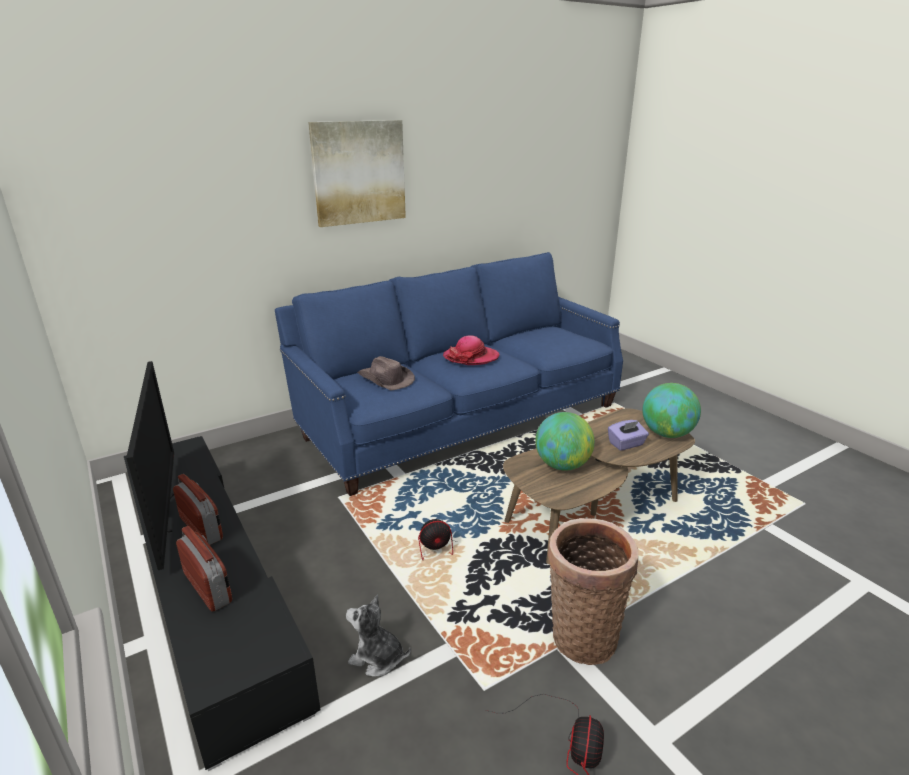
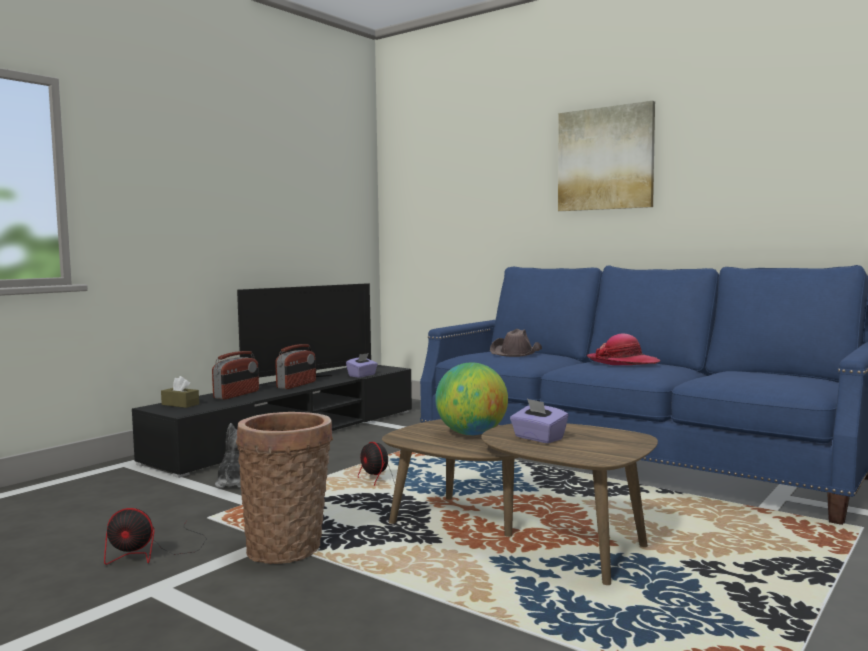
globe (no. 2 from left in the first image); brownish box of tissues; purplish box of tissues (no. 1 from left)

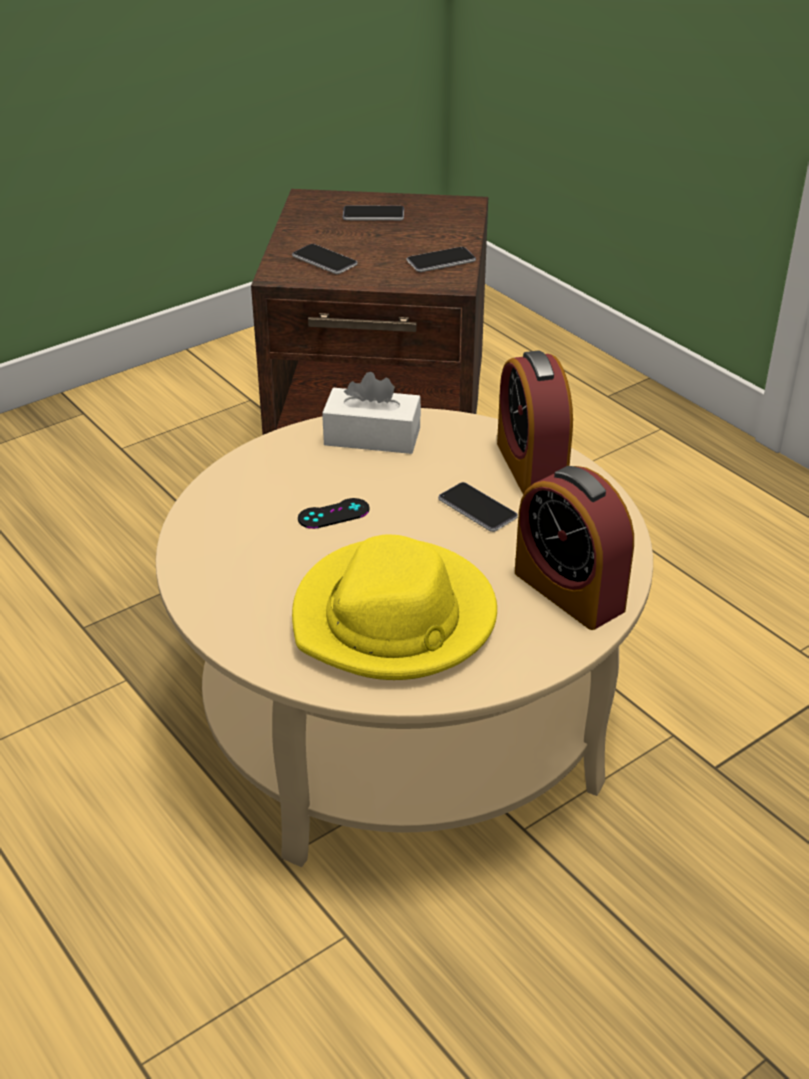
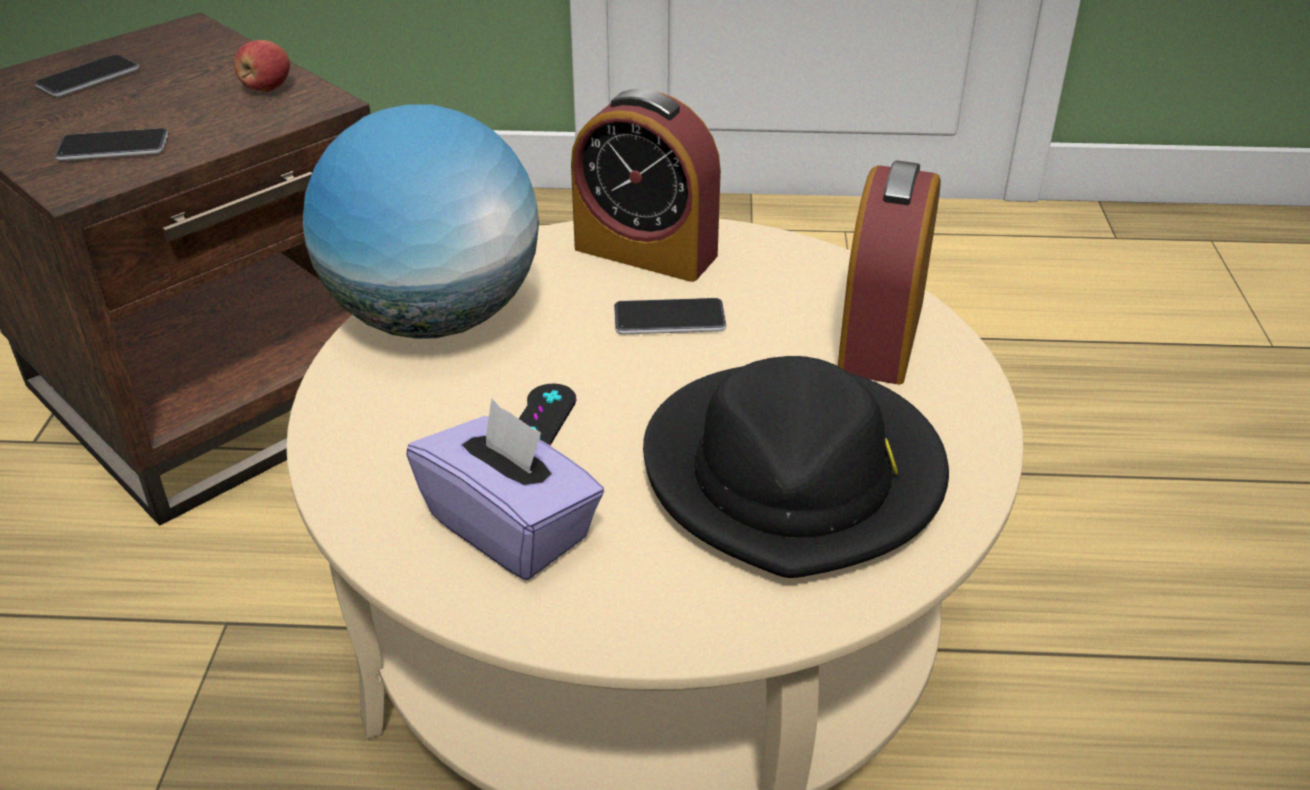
purplish box of tissues; globe; apple fruit; black-coloured hat; alarm clock (no. 2 from left)

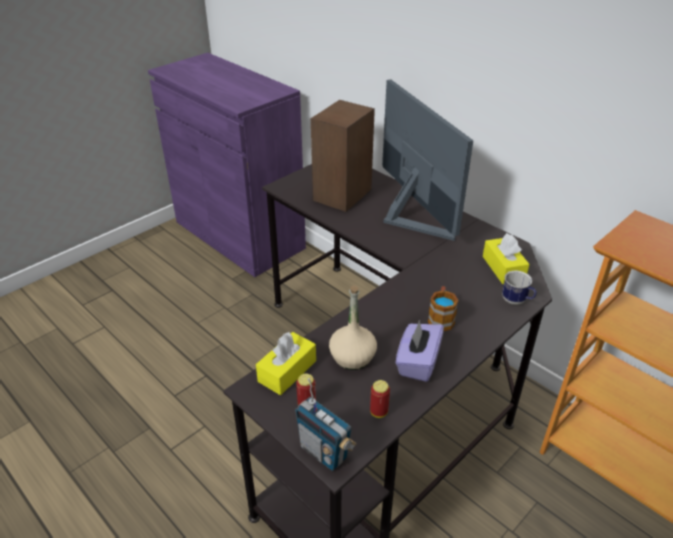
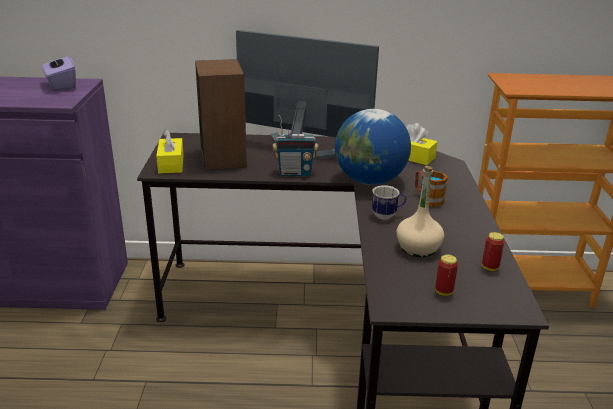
globe; yellow-coloured box of tissues (no. 1 from left); radio receiver; purplish box of tissues; tea mug (no. 1 from left)

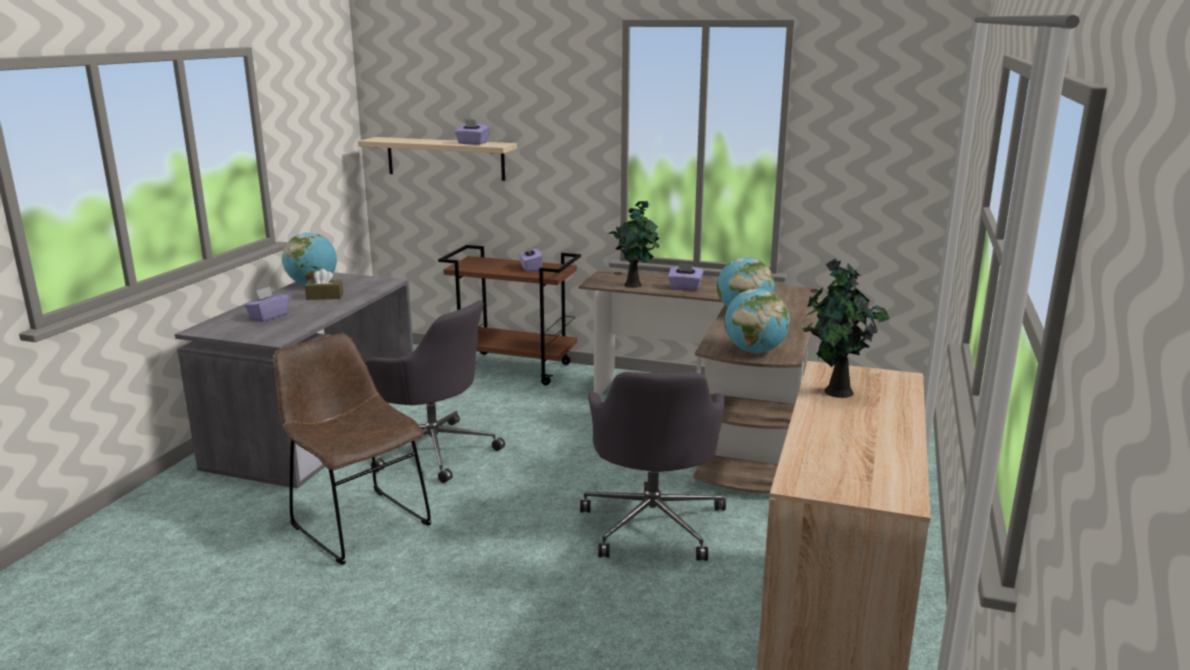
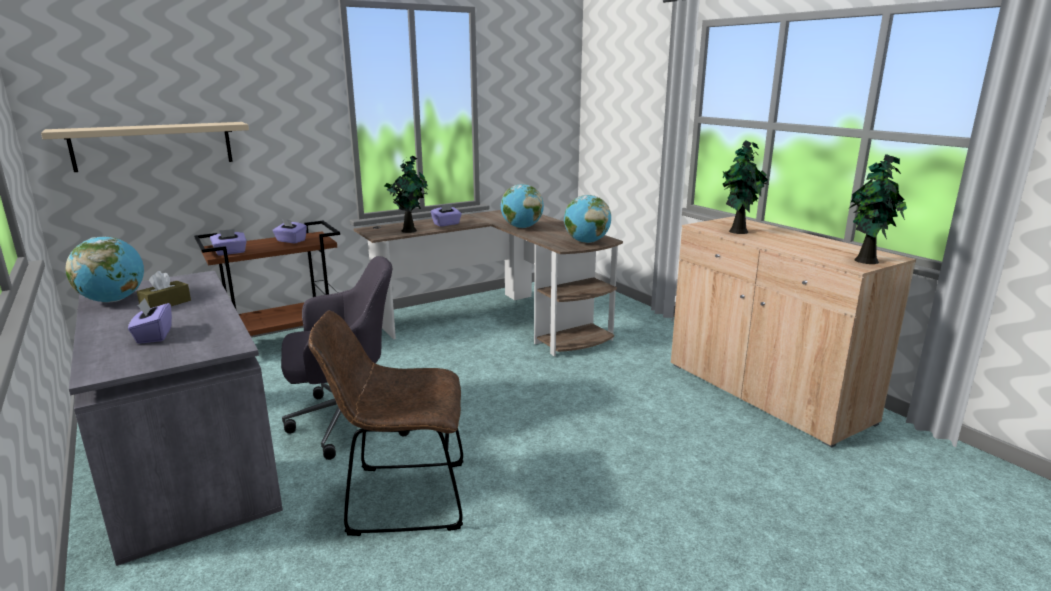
greyish desk chair (no. 2 from left in the first image); houseplant (no. 3 from left); purplish box of tissues (no. 2 from left)

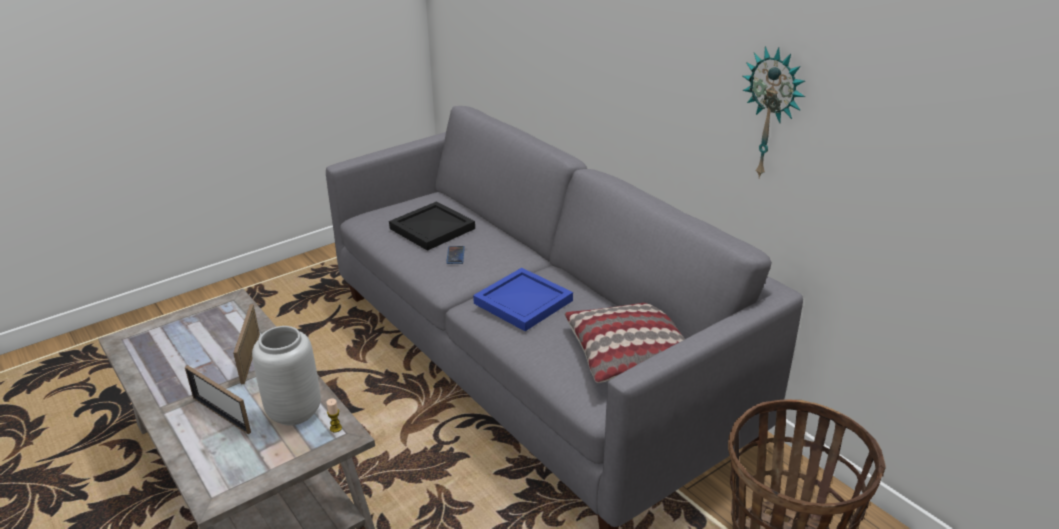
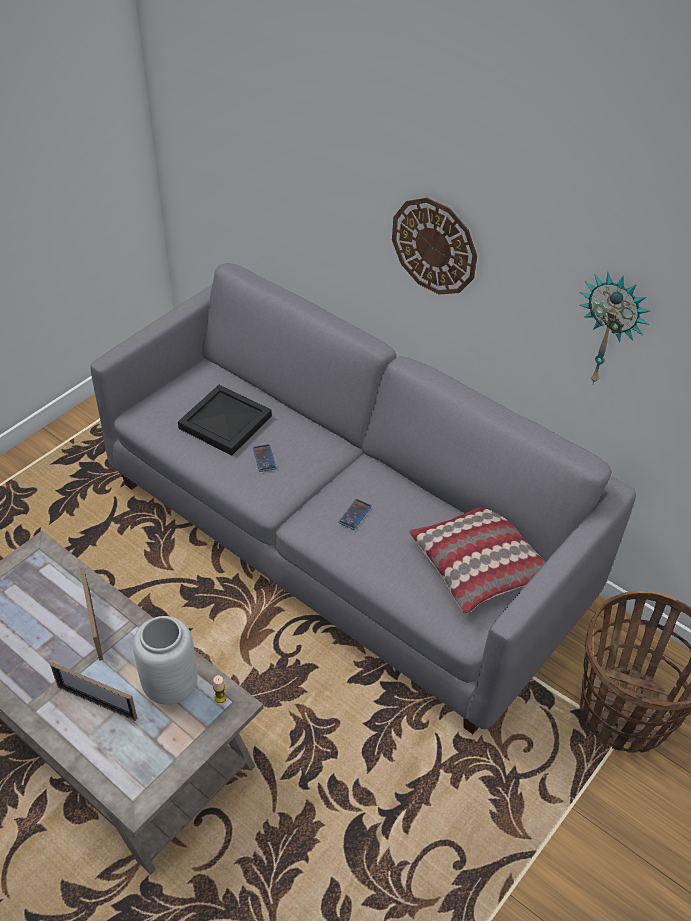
wall clock (no. 1 from left); handset (no. 2 from left)

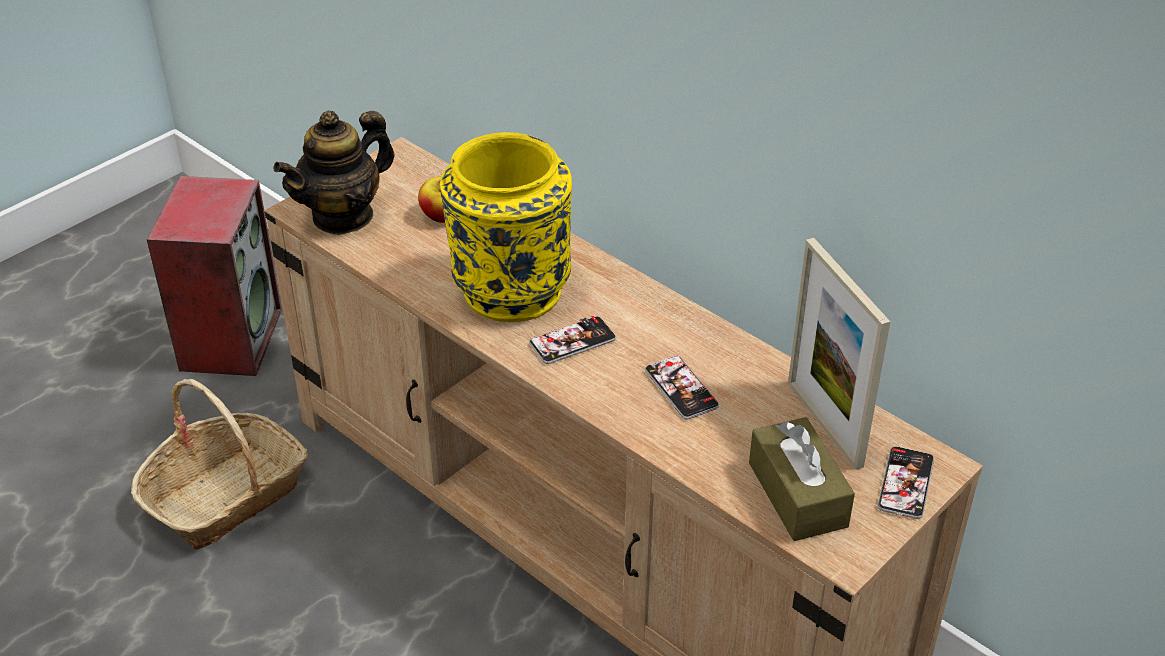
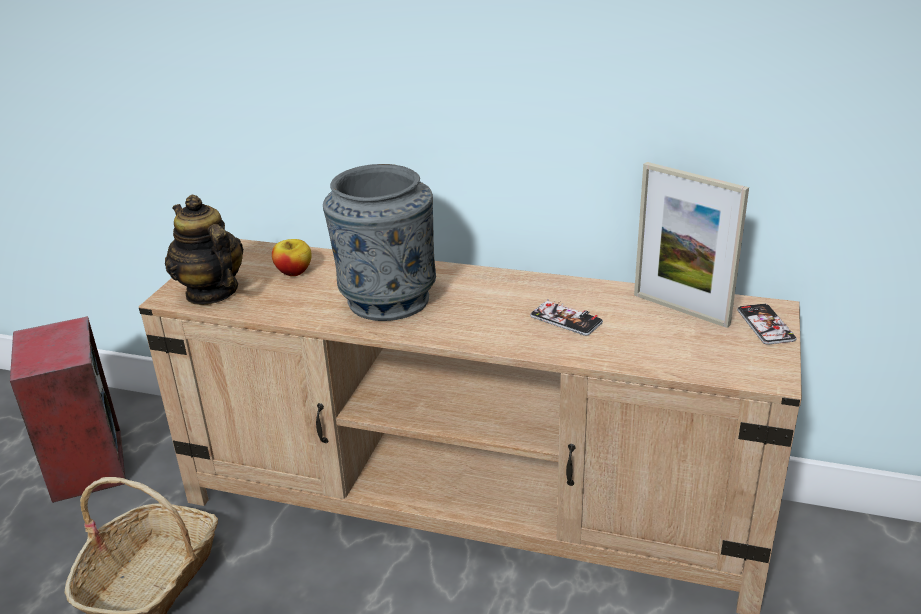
handset (no. 1 from left in the first image); brownish box of tissues; greyish flower vase; tea pot

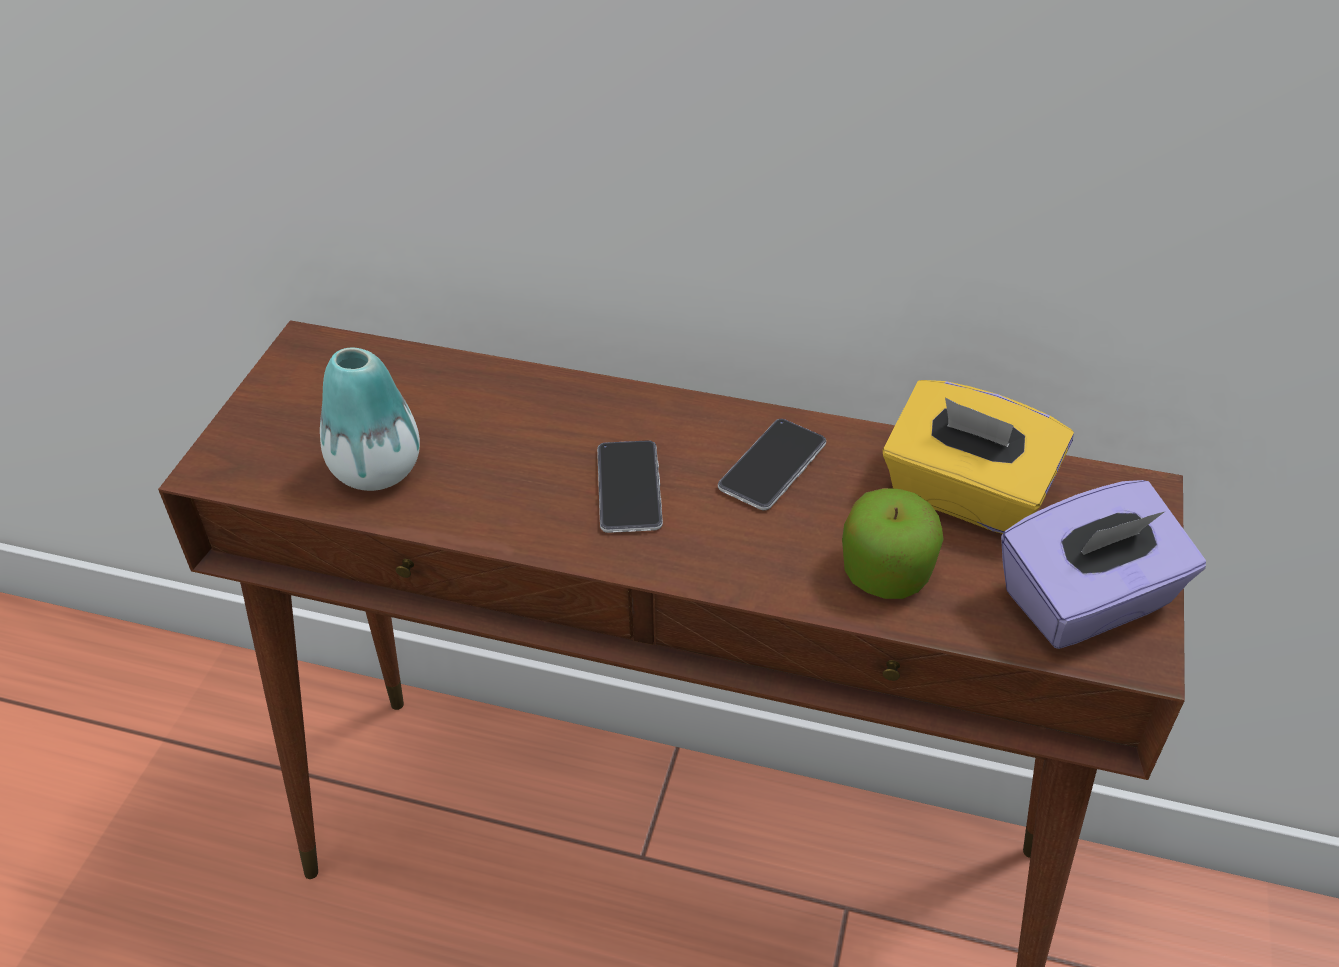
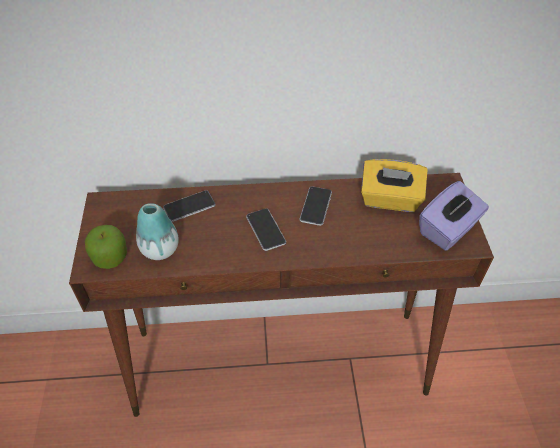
handset (no. 1 from left); apple fruit

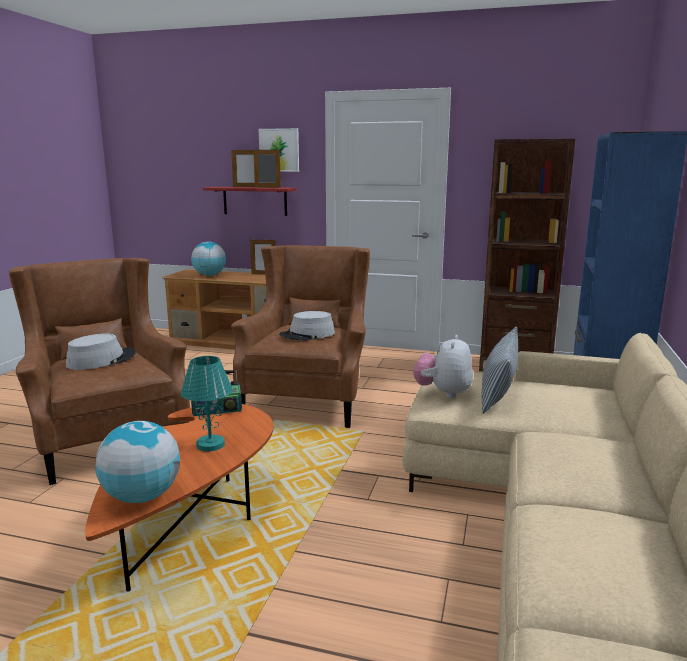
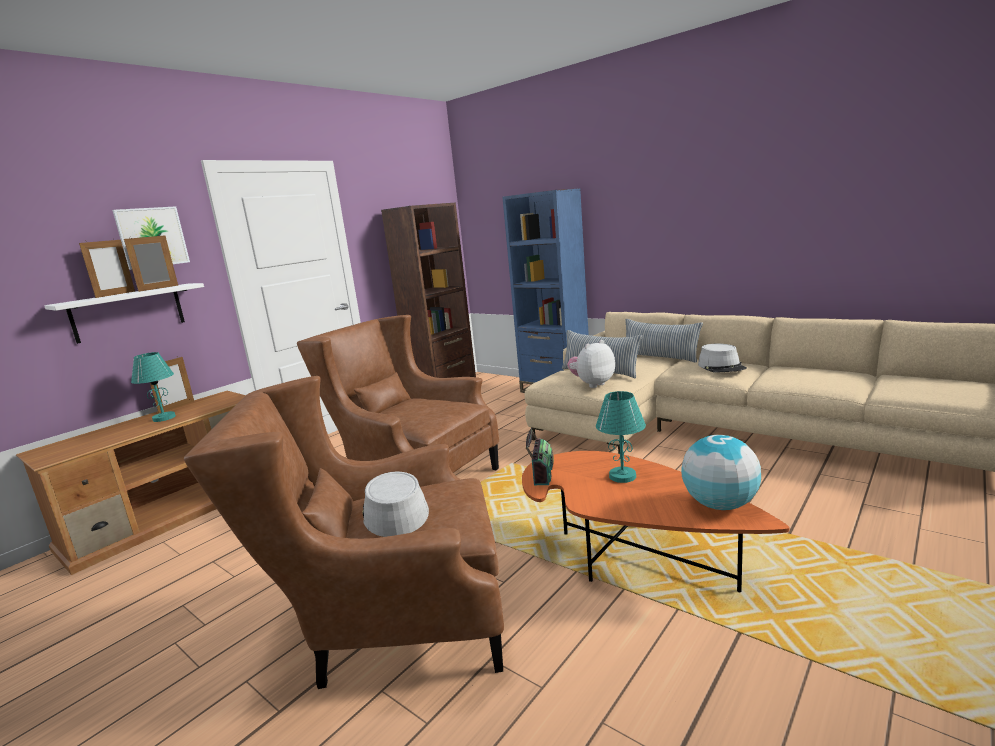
globe (no. 2 from left in the first image); turquoise-coloured table lamp (no. 1 from left); cushion (no. 2 from left); greyish hat (no. 2 from left); white-coloured wall shelf; plush toy

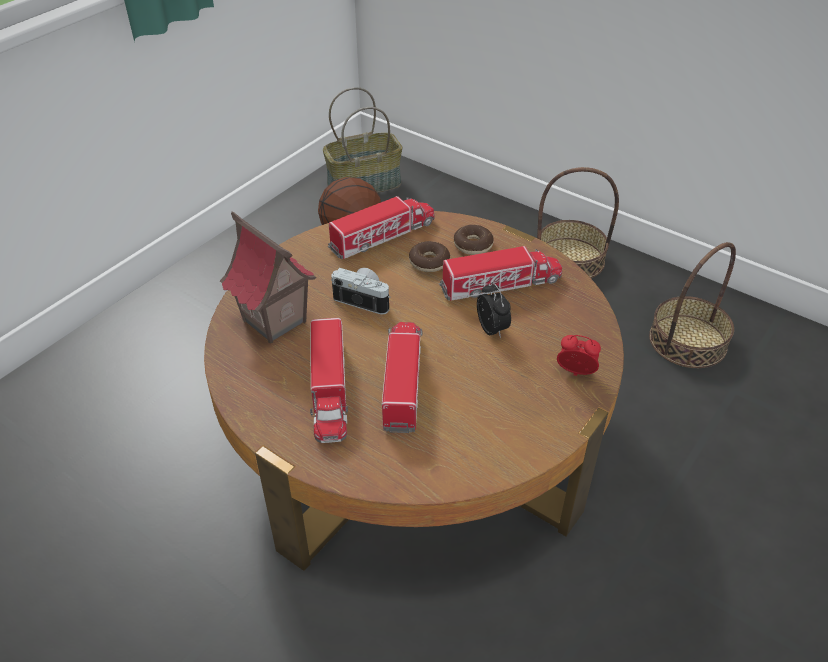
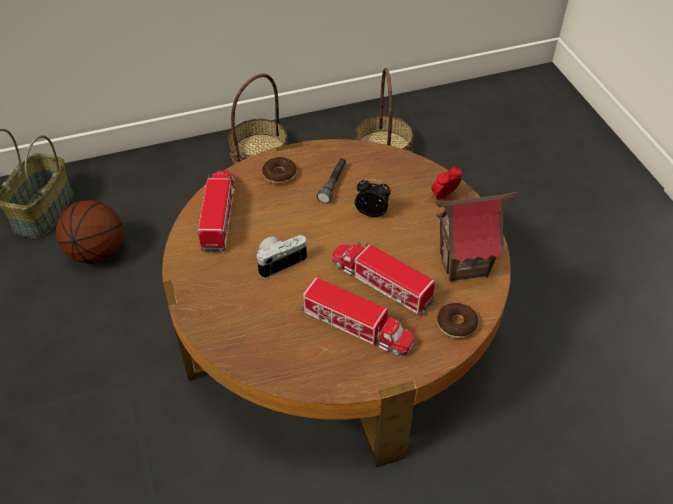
miniature house; doughnut (no. 2 from left); greyish hand torch

